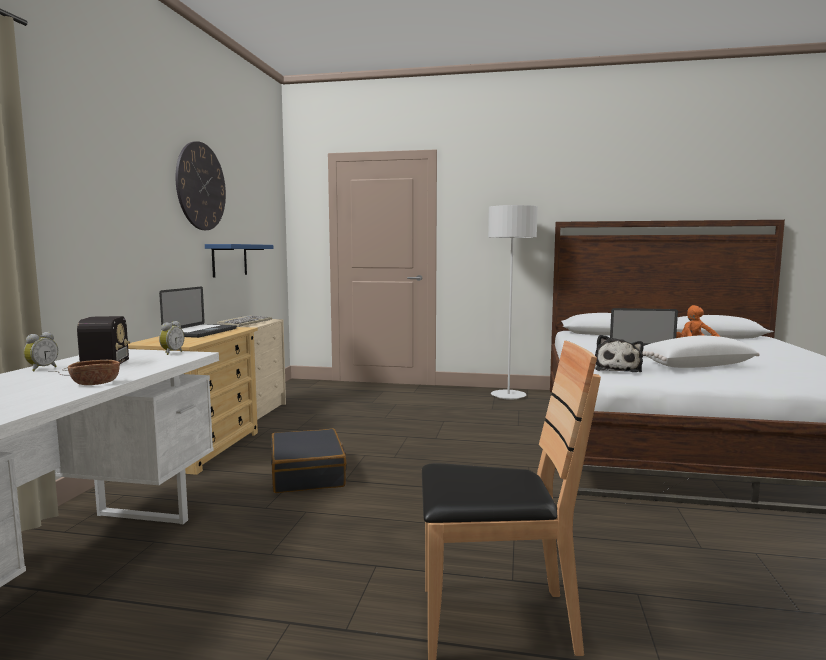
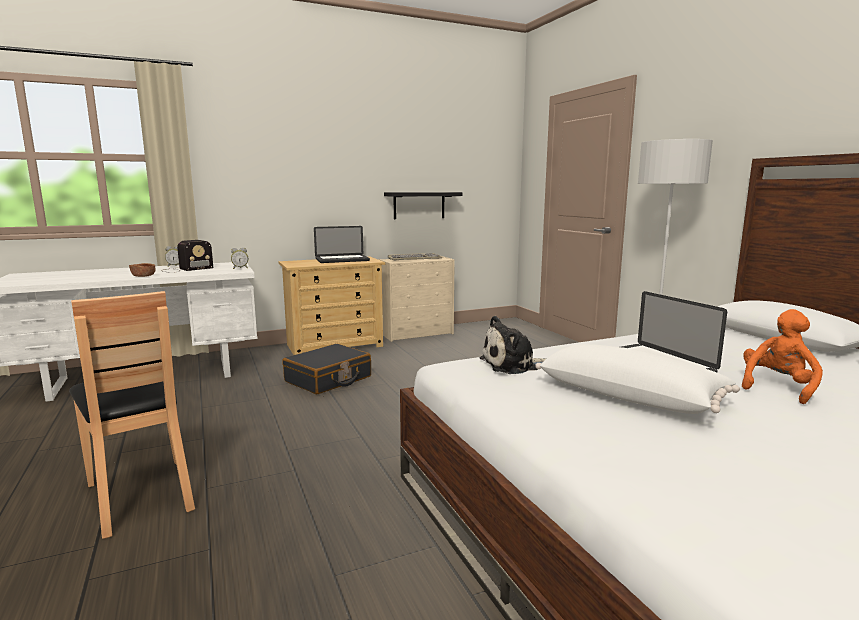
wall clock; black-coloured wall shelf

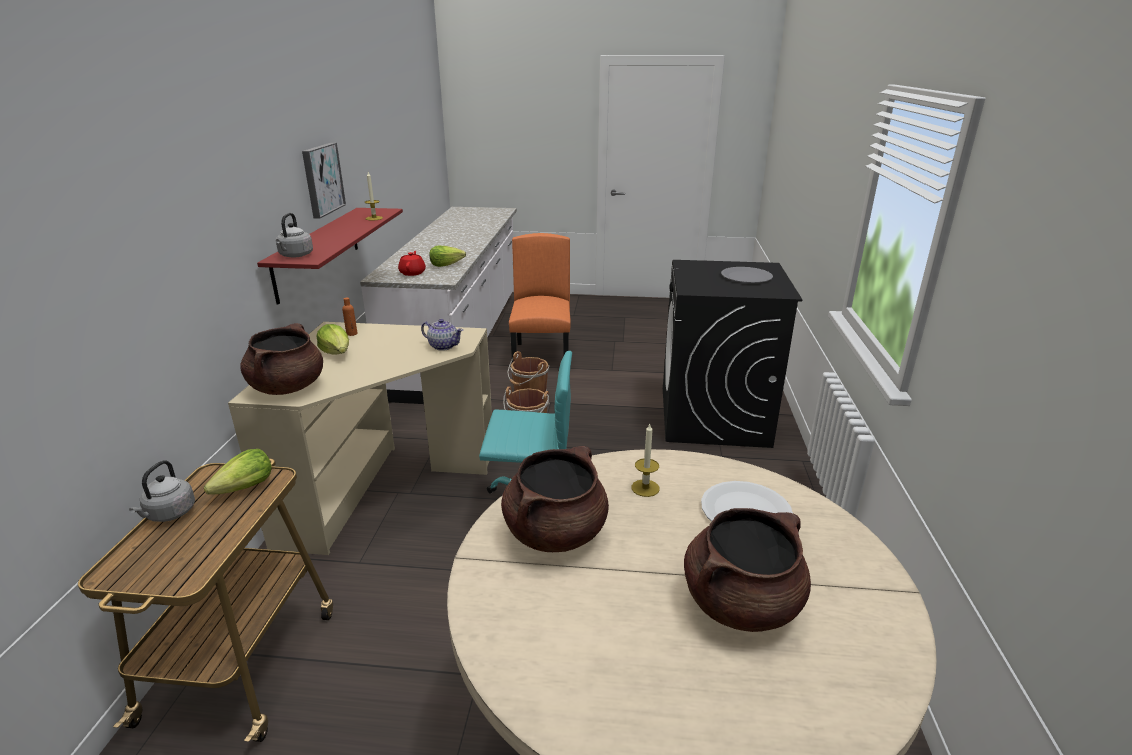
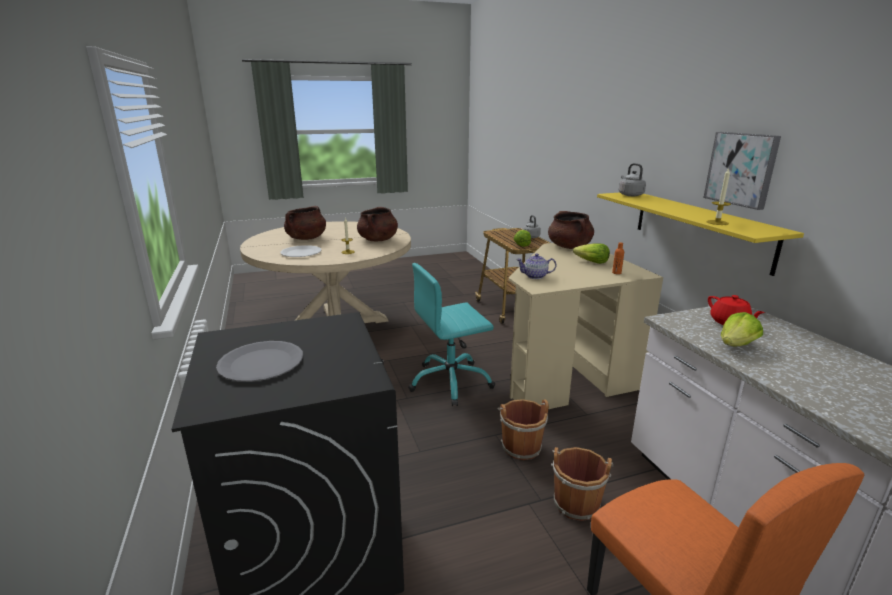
yellow-coloured wall shelf

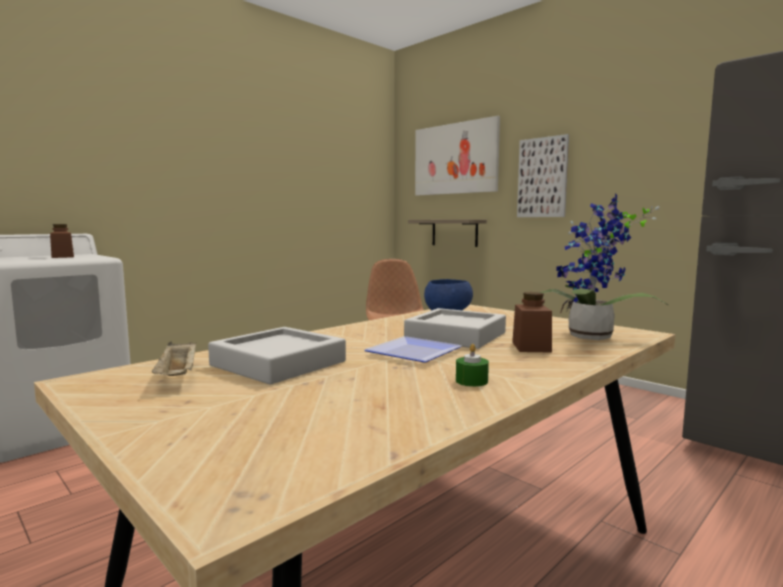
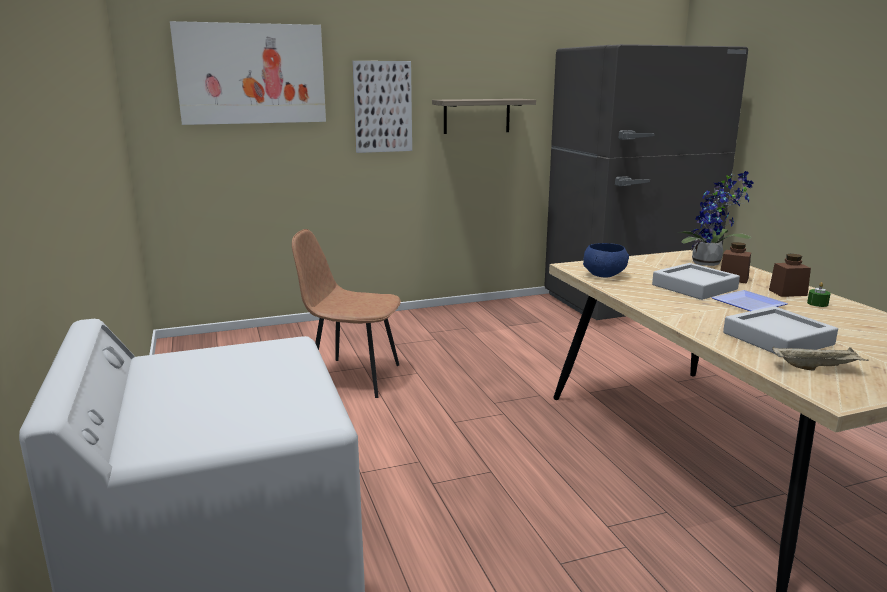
brownish jar (no. 2 from left); wall shelf

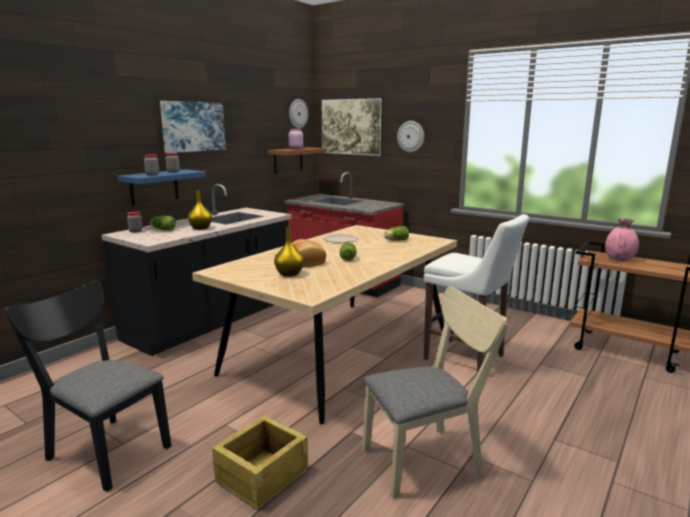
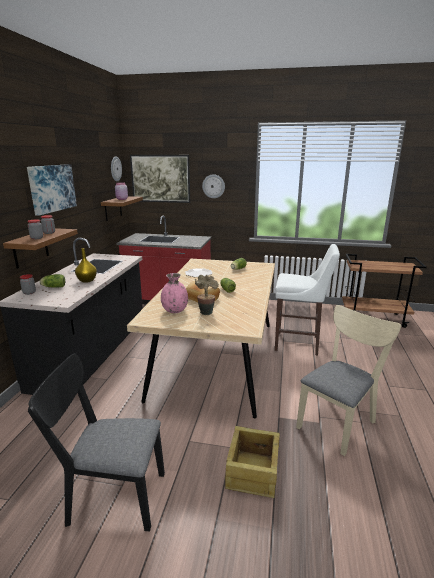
pinkish flower vase; houseplant; brownish wall shelf (no. 1 from left)

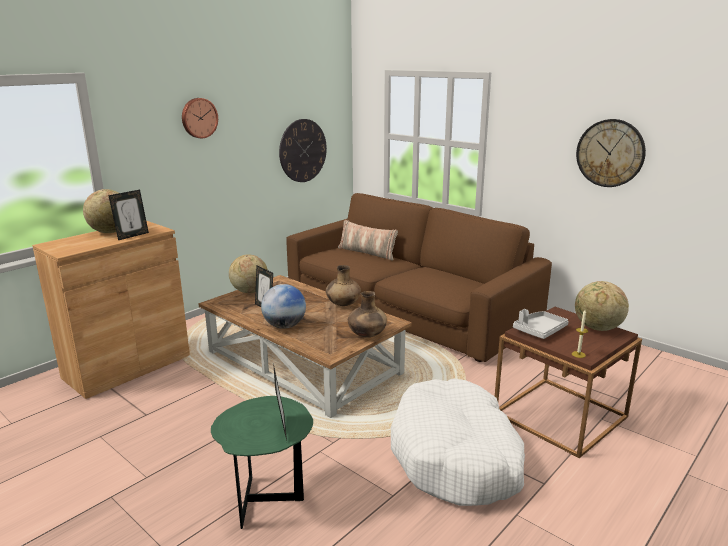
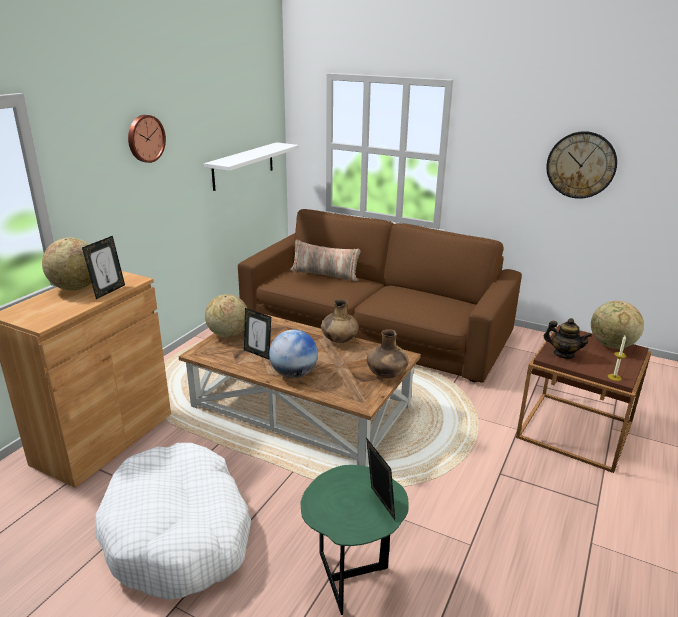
white-coloured dog cushion; white-coloured wall shelf; tea pot

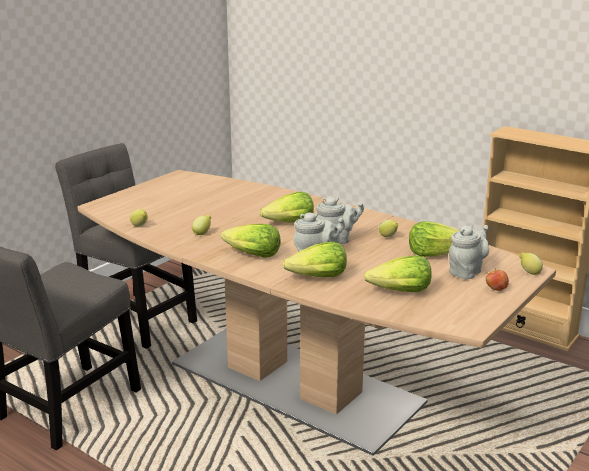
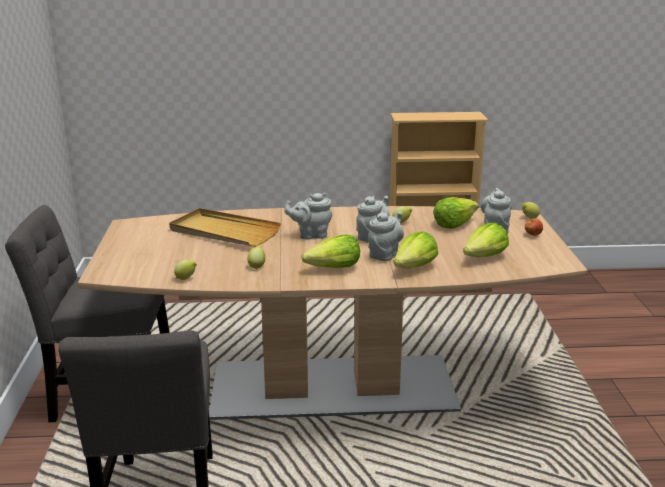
sand-coloured serving tray; greyish tea pot (no. 1 from left)

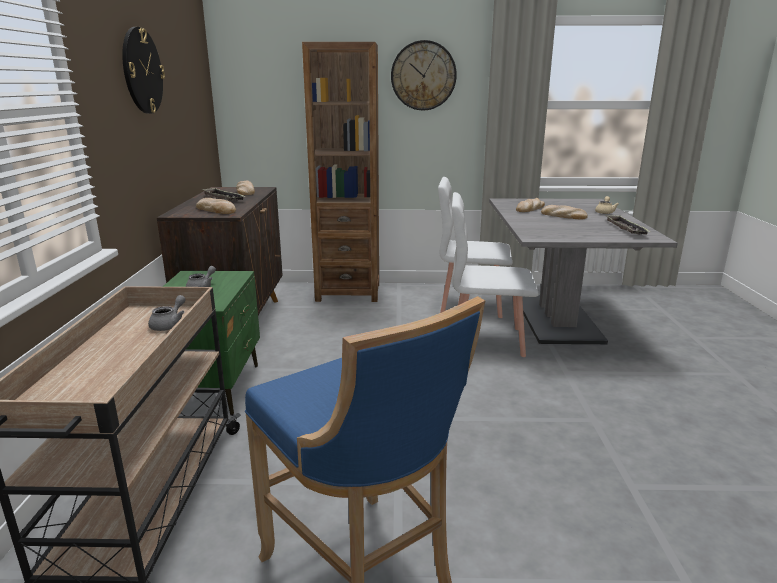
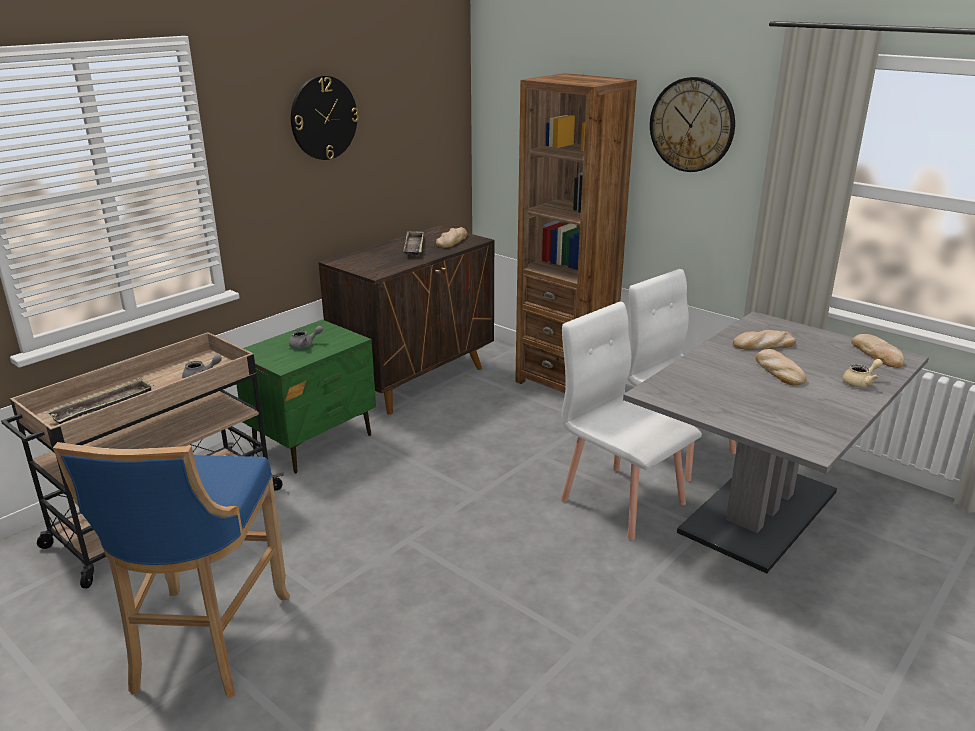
bakery bread (no. 4 from left); serving tray (no. 1 from left)

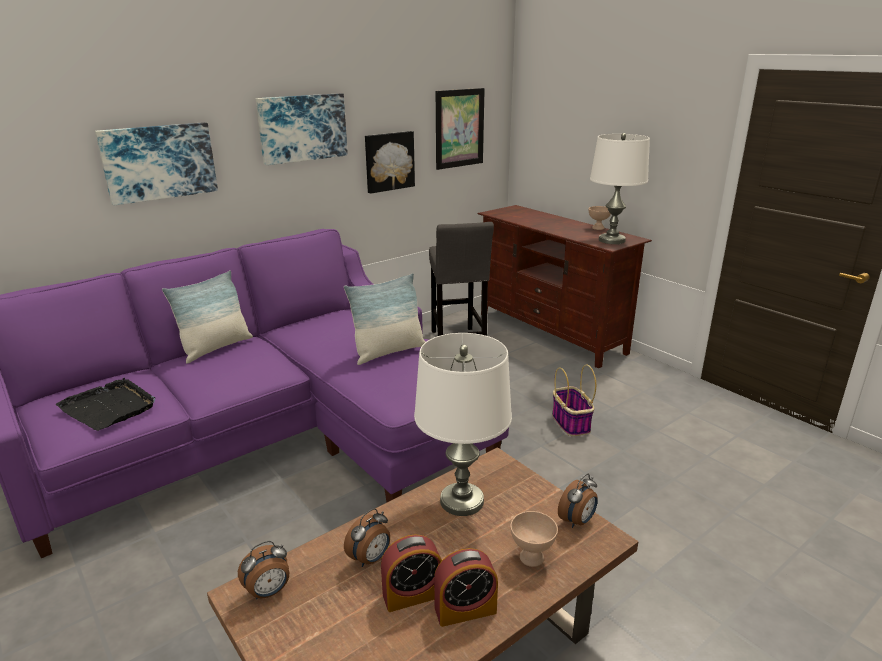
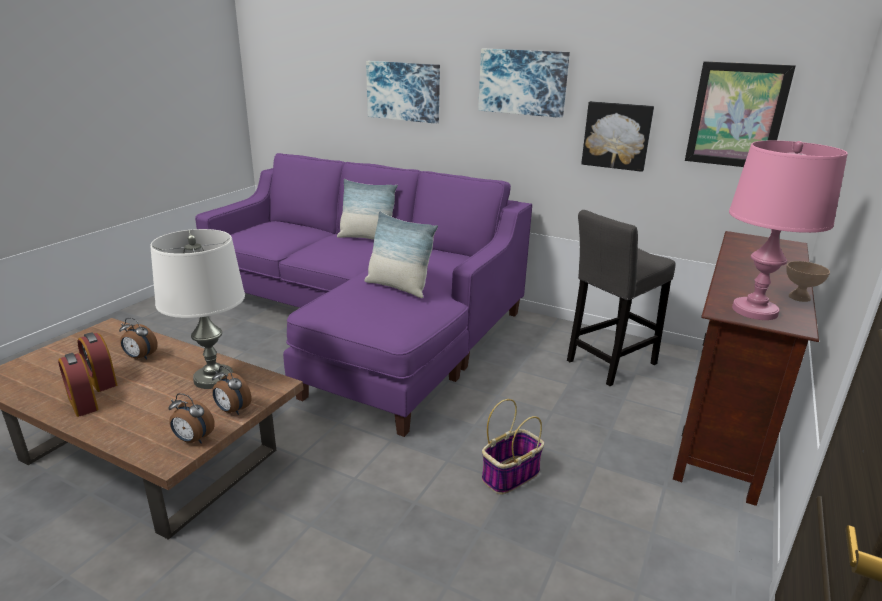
black-coloured serving tray; sand-coloured serving bowl (no. 1 from left in the first image); alarm clock (no. 5 from left); pinkish table lamp

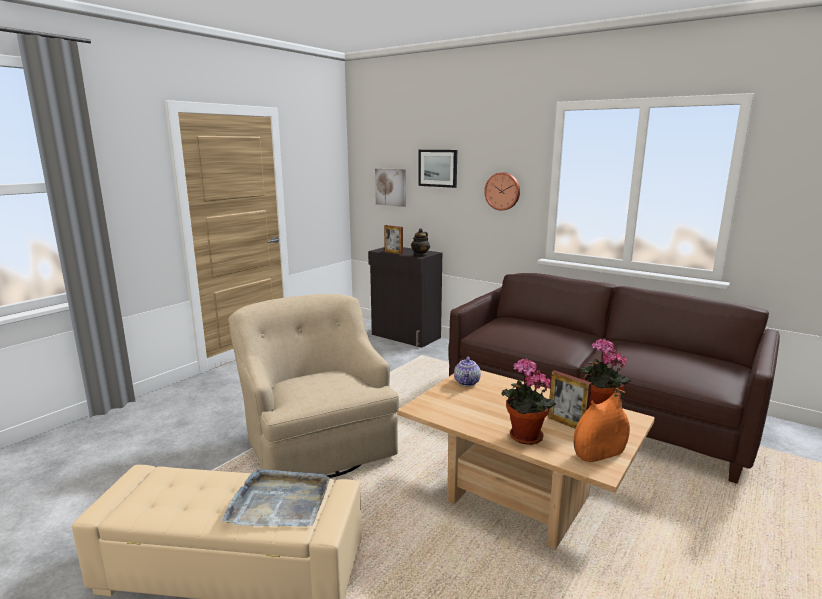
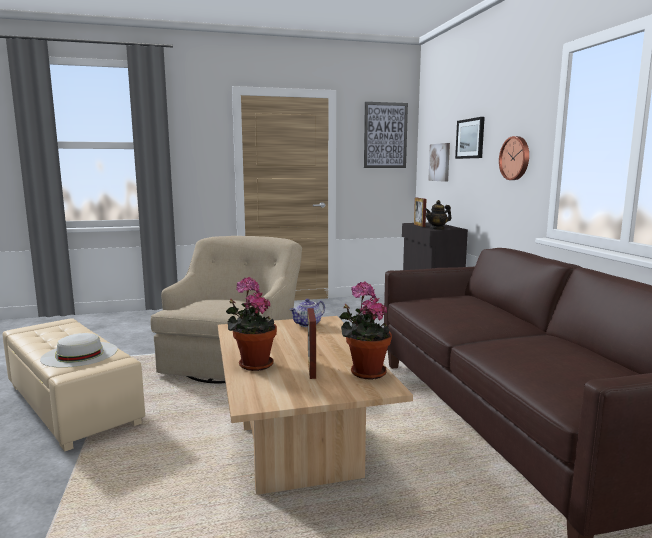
orange-coloured flower vase; wall picture (no. 1 from left); white-coloured hat

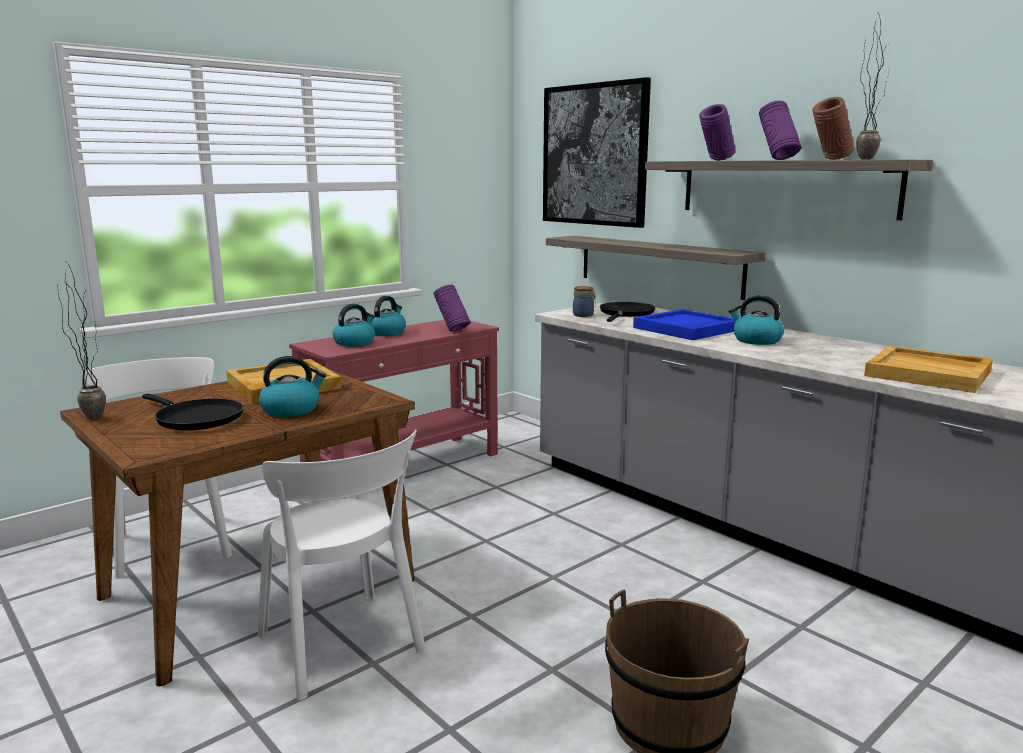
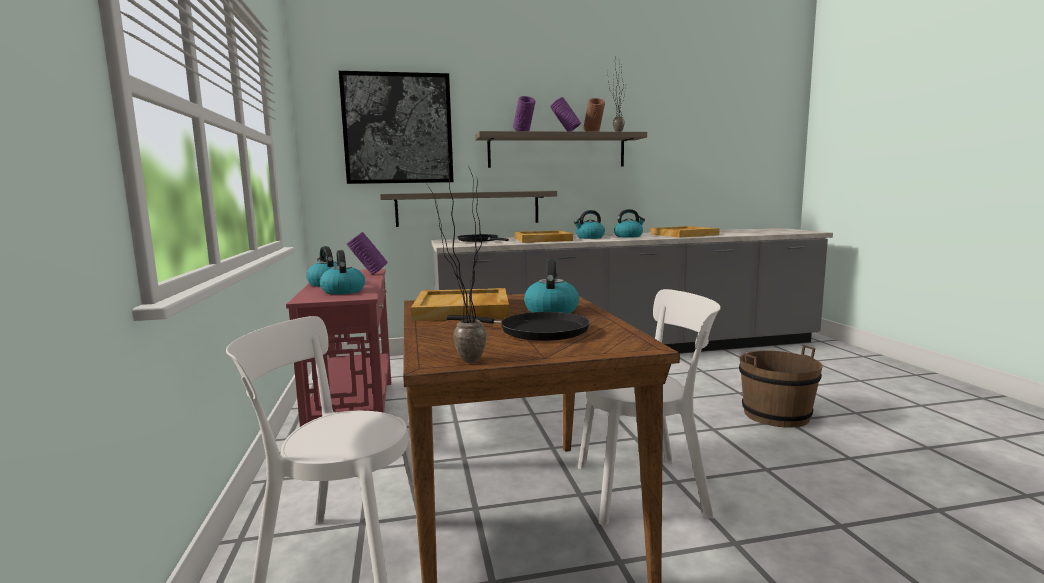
jar; kettle (no. 5 from left); sand-coloured serving tray (no. 2 from left); black-coloured frying pan (no. 2 from left)

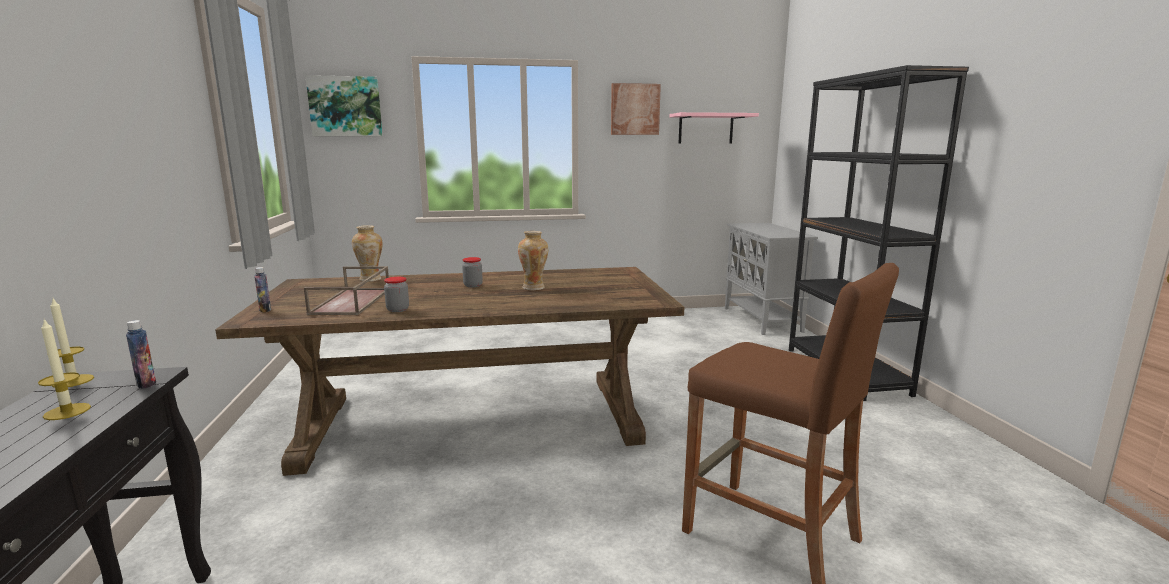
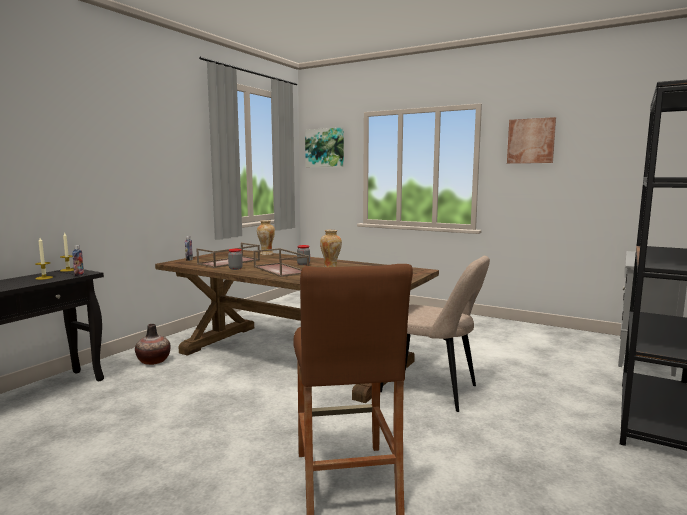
pinkish wall shelf; flower vase (no. 1 from left); brownish serving tray (no. 2 from left); sand-coloured chair

